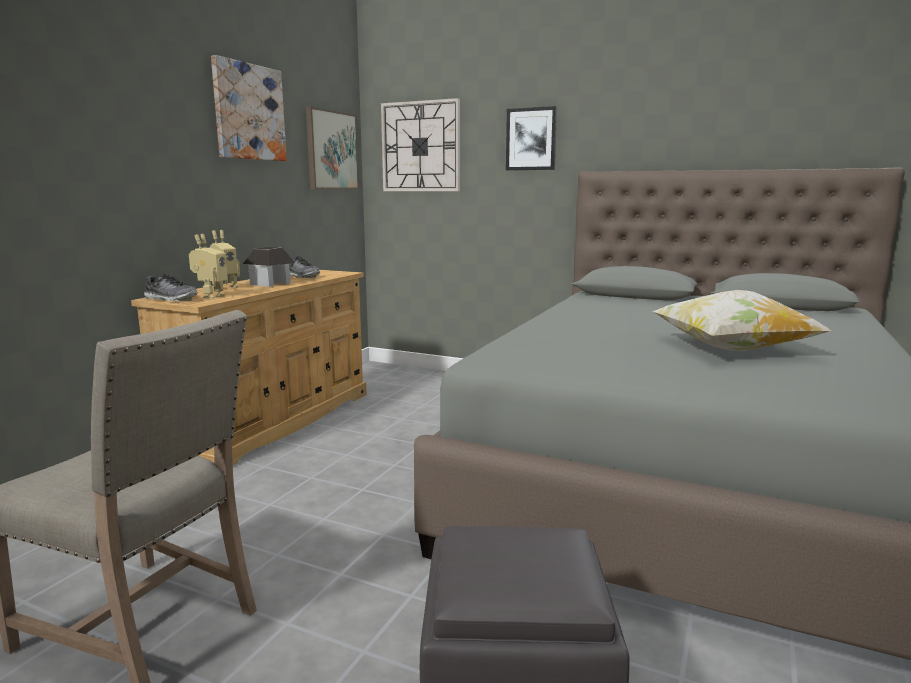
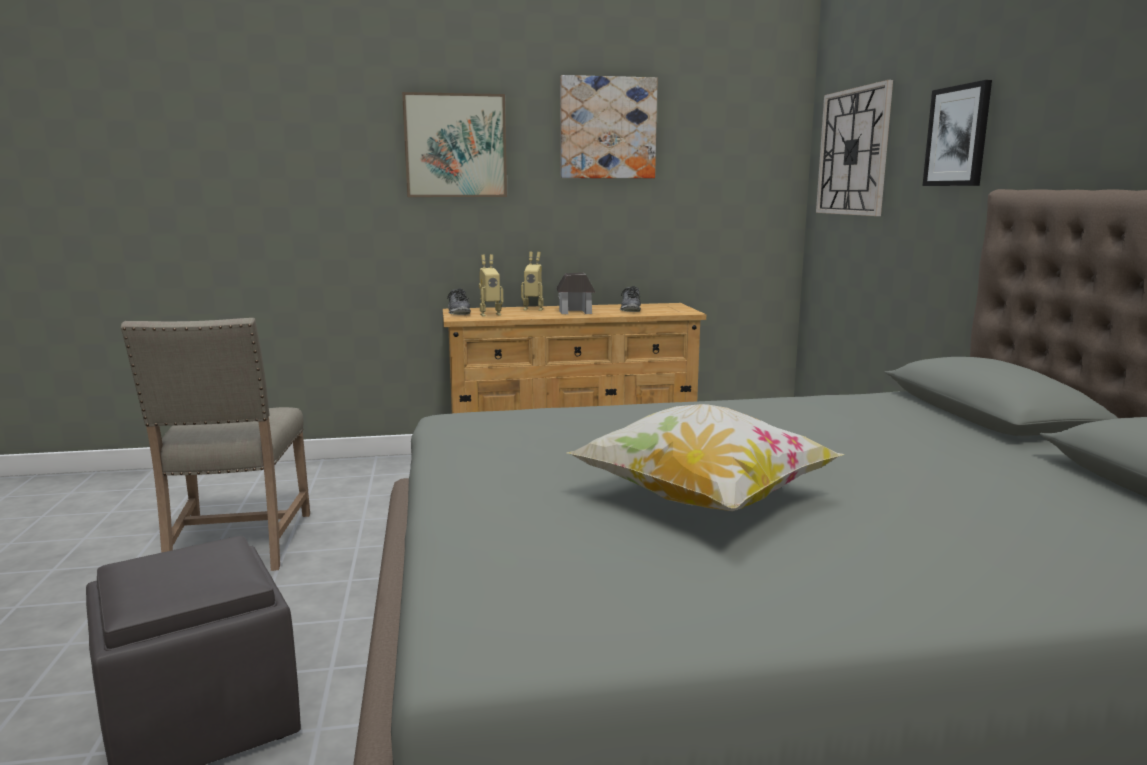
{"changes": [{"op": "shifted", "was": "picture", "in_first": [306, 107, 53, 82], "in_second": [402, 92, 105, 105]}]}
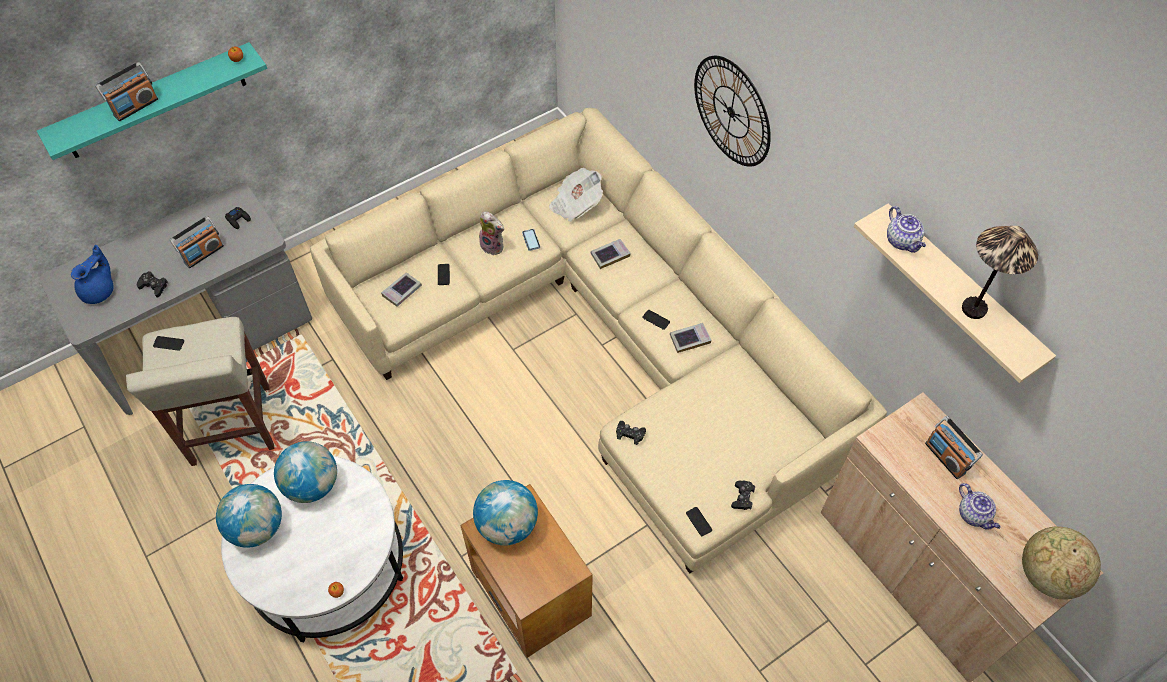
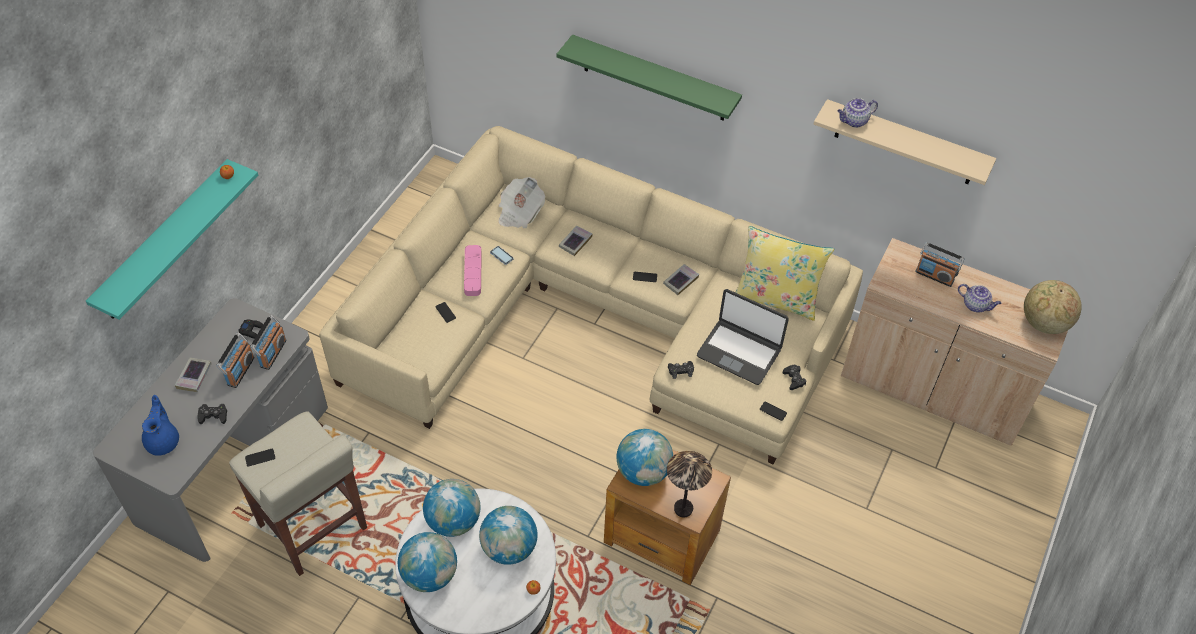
{"changes": [{"op": "shifted", "was": "book", "in_first": [381, 272, 41, 35], "in_second": [174, 358, 38, 34]}, {"op": "shifted", "was": "radio_set", "in_first": [95, 62, 63, 59], "in_second": [250, 315, 36, 55]}, {"op": "swapped", "was": "cuddly_toy", "now": "pink_tray", "in_first": [479, 211, 25, 45], "in_second": [464, 245, 18, 51]}, {"op": "new", "now": "desk_globe", "in_second": [479, 506, 59, 59]}, {"op": "swapped", "was": "wall_clock", "now": "green-coloured_bracket_shelf", "in_first": [694, 56, 77, 111], "in_second": [557, 35, 185, 86]}, {"op": "shifted", "was": "lamp_for_a_table", "in_first": [962, 226, 76, 93], "in_second": [667, 451, 45, 66]}, {"op": "new", "now": "notebook_computer", "in_second": [697, 289, 92, 96]}, {"op": "new", "now": "yellowish_pillow", "in_second": [735, 226, 99, 95]}, {"op": "rotated", "was": "tea_pot", "in_first": [887, 206, 39, 47], "in_second": [837, 98, 41, 30], "clockwise": 120}]}
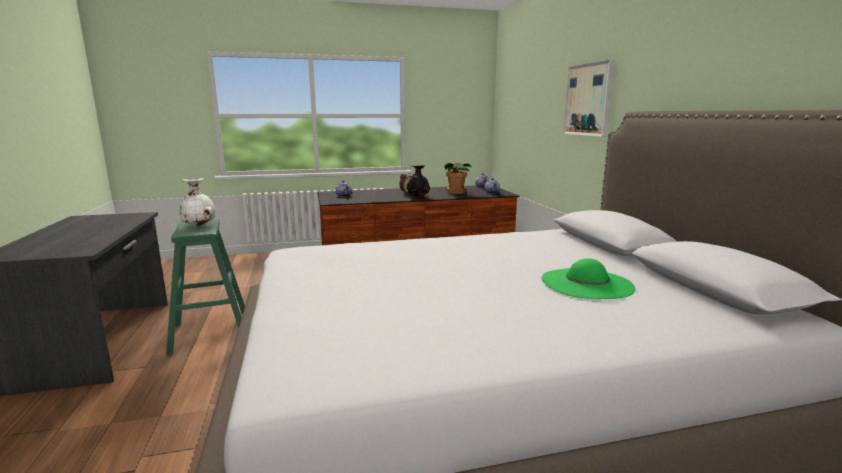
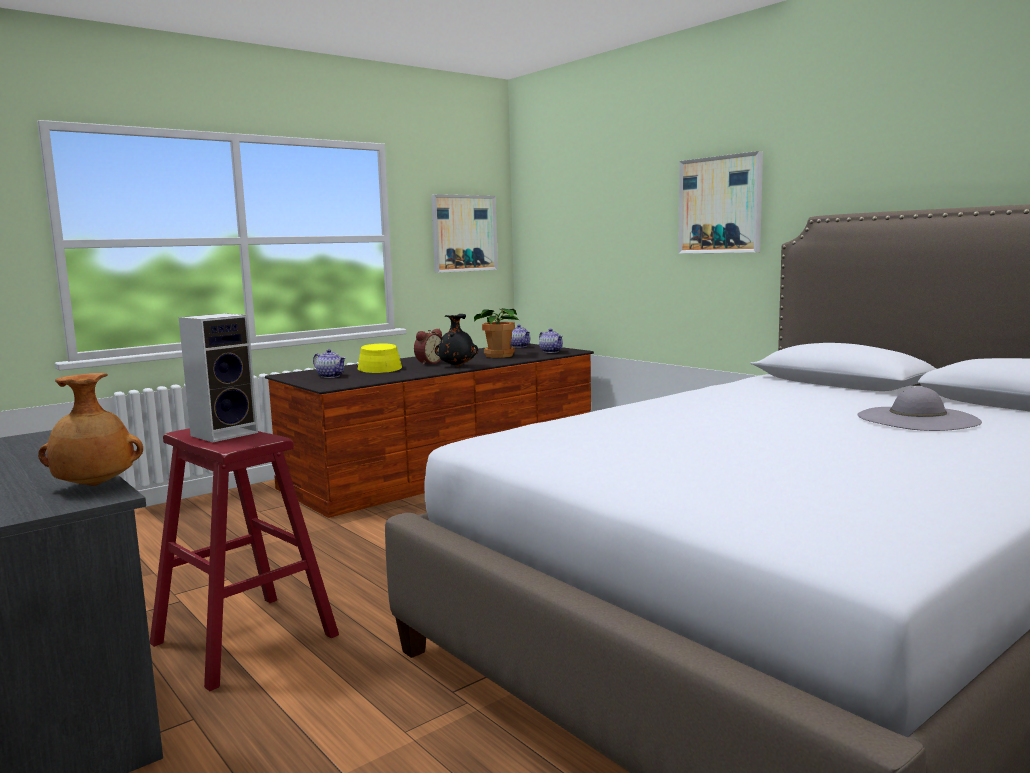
{"changes": [{"op": "new", "now": "brownish_vase", "in_second": [38, 373, 105, 113]}, {"op": "repainted", "was": "green-coloured_sitting_stool", "now": "reddish_sitting_stool", "in_first": [166, 219, 79, 136], "in_second": [150, 428, 189, 263]}, {"op": "swapped", "was": "white-coloured_vase", "now": "loudspeaker", "in_first": [179, 178, 36, 48], "in_second": [179, 313, 79, 129]}, {"op": "new", "now": "yellowish_clothing_hat", "in_second": [357, 343, 45, 30]}, {"op": "new", "now": "picture", "in_second": [431, 194, 67, 79]}, {"op": "repainted", "was": "green-coloured_clothing_hat", "now": "gray_clothing_hat", "in_first": [541, 258, 94, 41], "in_second": [857, 387, 125, 44]}]}
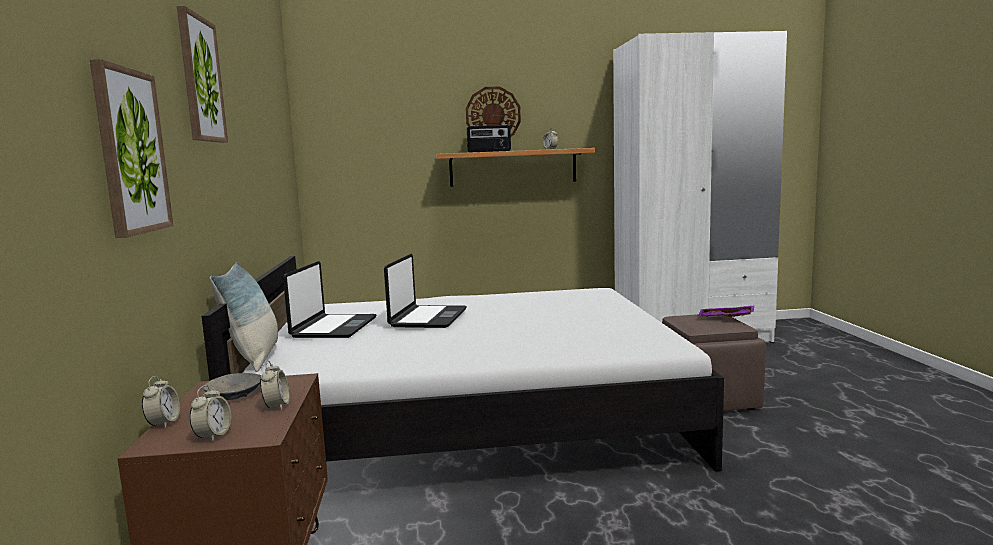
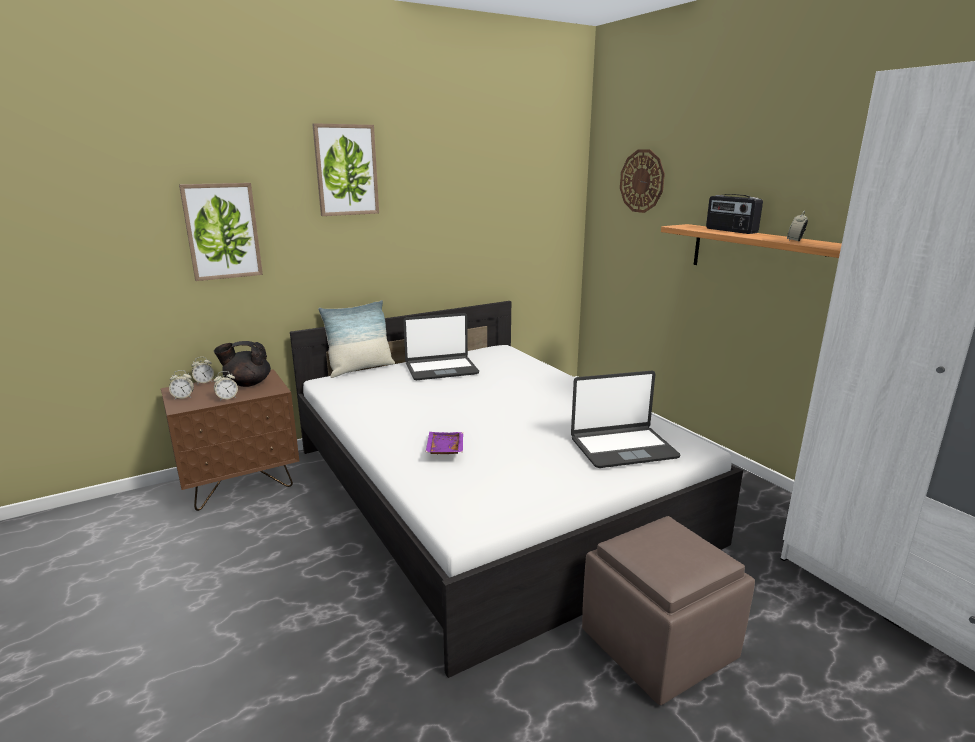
{"changes": [{"op": "swapped", "was": "gray_deep_dish", "now": "black_tea_pot", "in_first": [203, 373, 58, 27], "in_second": [214, 341, 57, 46]}, {"op": "shifted", "was": "purplish_tray", "in_first": [699, 306, 55, 11], "in_second": [426, 432, 37, 23]}, {"op": "shifted", "was": "notebook_computer", "in_first": [384, 254, 83, 74], "in_second": [571, 371, 110, 97]}, {"op": "shifted", "was": "wall_clock", "in_first": [466, 86, 55, 51], "in_second": [620, 149, 45, 64]}]}
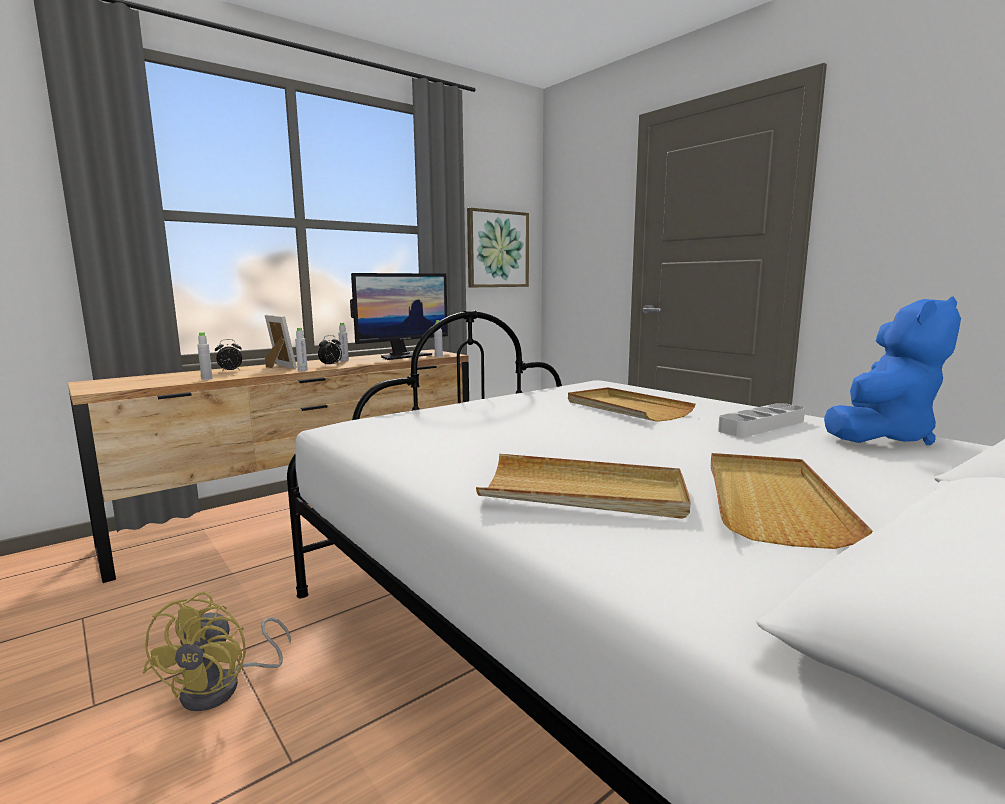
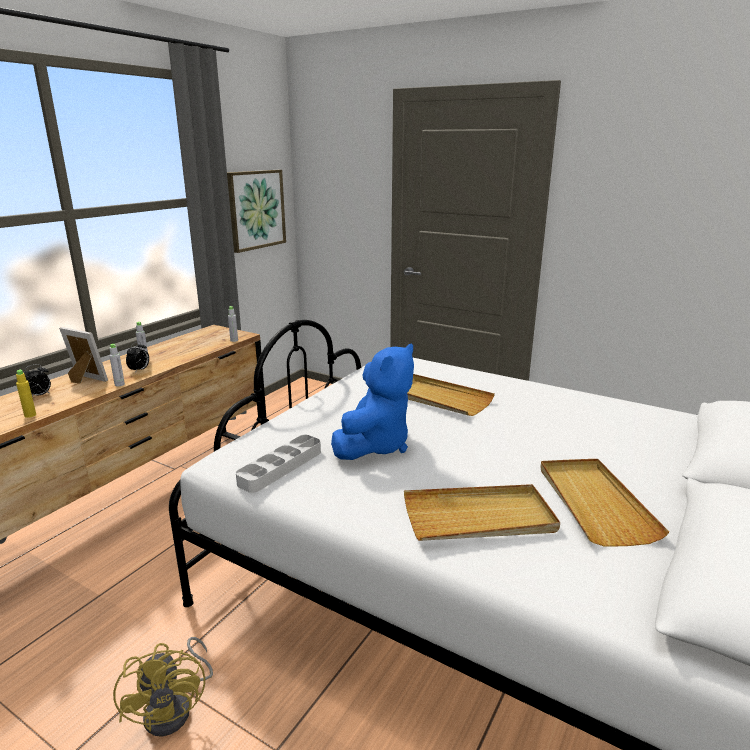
{"changes": [{"op": "repainted", "was": "gray_drink_bottle", "now": "yellowish_drink_bottle", "in_first": [197, 332, 16, 48], "in_second": [16, 369, 20, 49]}, {"op": "shifted", "was": "gray_tray", "in_first": [718, 403, 87, 34], "in_second": [236, 435, 85, 58]}, {"op": "shifted", "was": "blue_cuddly_toy", "in_first": [824, 296, 137, 149], "in_second": [331, 343, 83, 117]}, {"op": "gone", "was": "monitor", "in_first": [350, 273, 98, 87]}]}
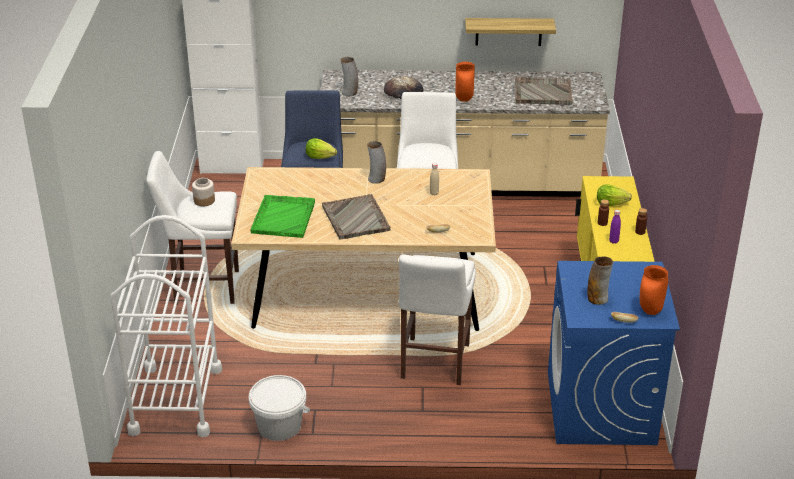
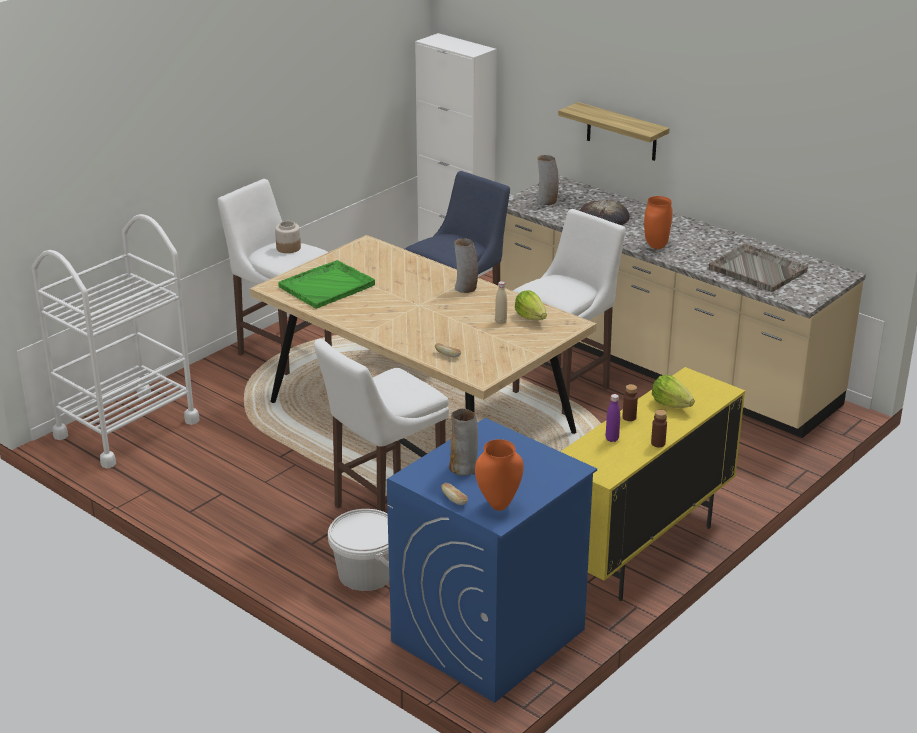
{"changes": [{"op": "shifted", "was": "white-coloured_pail", "in_first": [249, 375, 61, 66], "in_second": [328, 509, 62, 82]}, {"op": "shifted", "was": "lettuce_head", "in_first": [306, 138, 31, 21], "in_second": [515, 290, 32, 30]}, {"op": "shifted", "was": "bracket_shelf", "in_first": [465, 18, 91, 28], "in_second": [558, 102, 112, 59]}, {"op": "gone", "was": "gray_tray", "in_first": [322, 194, 68, 46]}]}
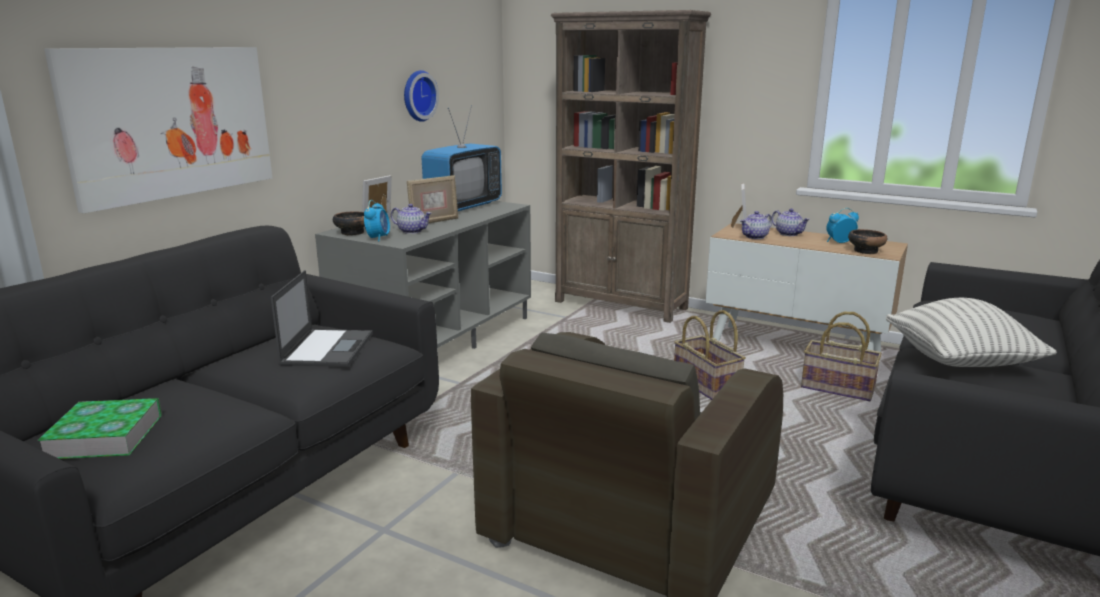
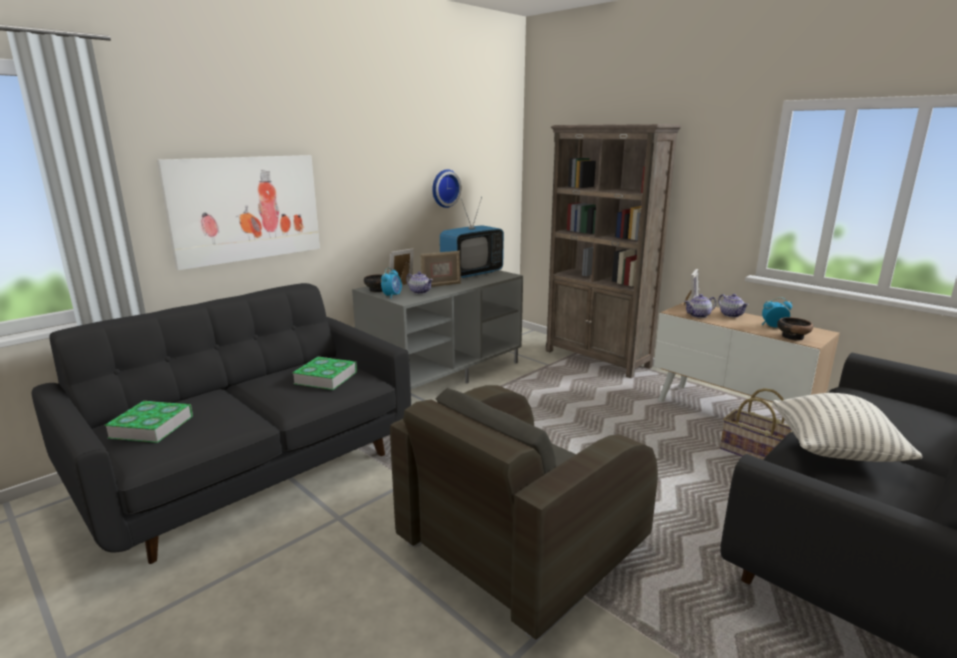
{"changes": [{"op": "swapped", "was": "notebook_computer", "now": "book", "in_first": [271, 270, 102, 97], "in_second": [292, 357, 65, 33]}, {"op": "gone", "was": "household_basket", "in_first": [674, 310, 72, 90]}]}
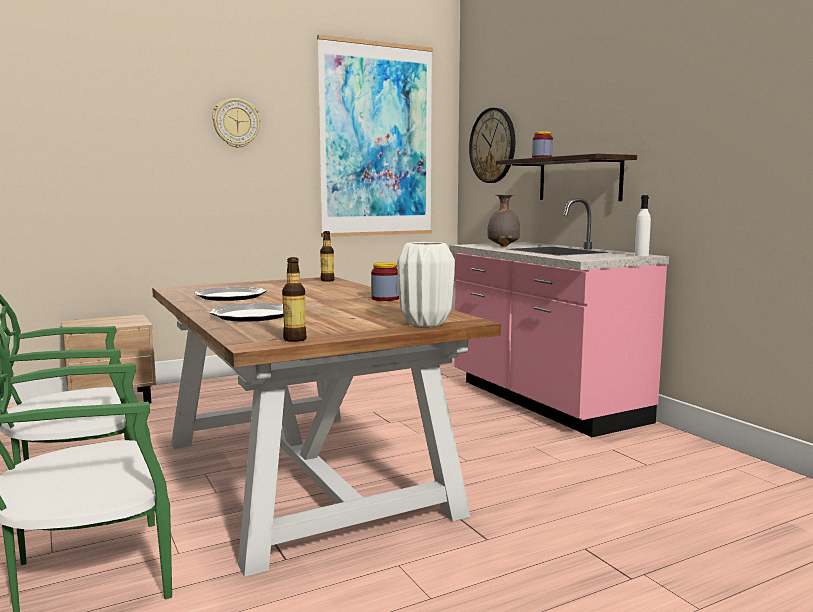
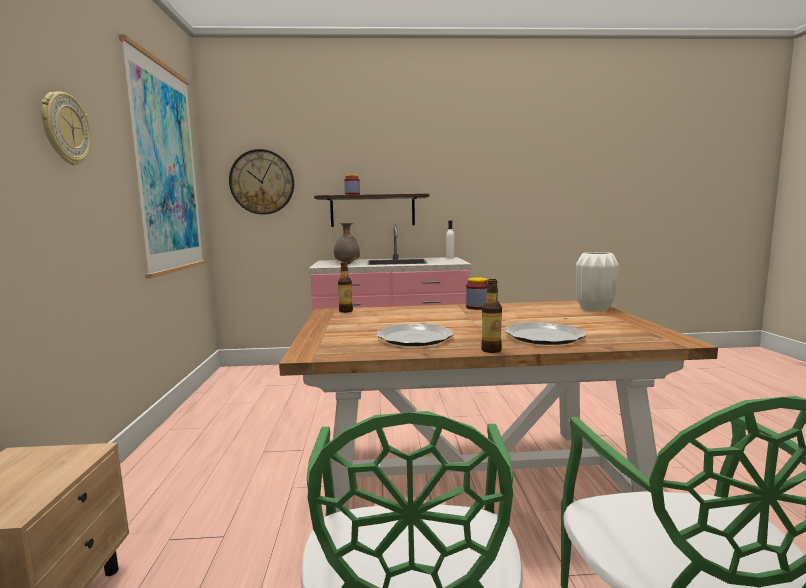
{"changes": [{"op": "shifted", "was": "drink_bottle", "in_first": [282, 257, 25, 85], "in_second": [481, 279, 21, 74]}]}
